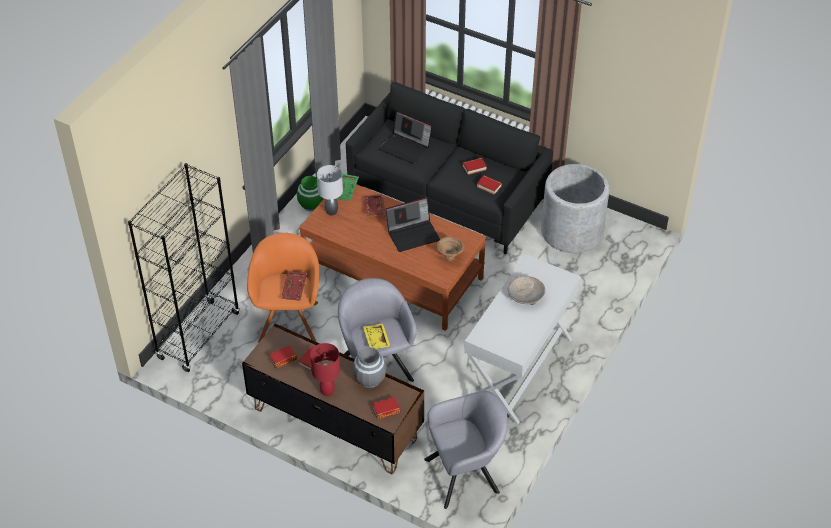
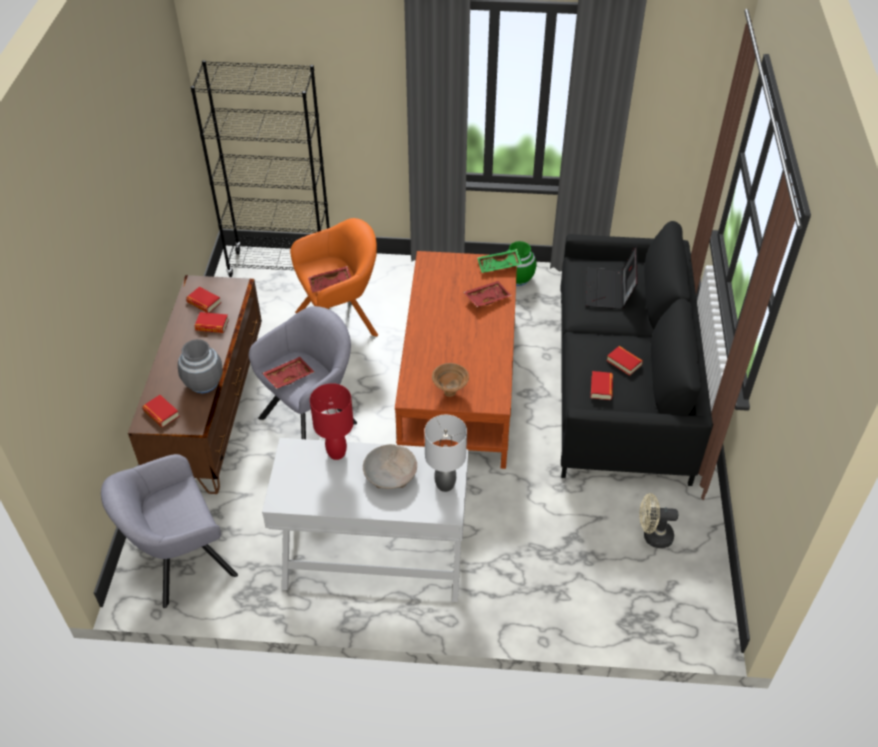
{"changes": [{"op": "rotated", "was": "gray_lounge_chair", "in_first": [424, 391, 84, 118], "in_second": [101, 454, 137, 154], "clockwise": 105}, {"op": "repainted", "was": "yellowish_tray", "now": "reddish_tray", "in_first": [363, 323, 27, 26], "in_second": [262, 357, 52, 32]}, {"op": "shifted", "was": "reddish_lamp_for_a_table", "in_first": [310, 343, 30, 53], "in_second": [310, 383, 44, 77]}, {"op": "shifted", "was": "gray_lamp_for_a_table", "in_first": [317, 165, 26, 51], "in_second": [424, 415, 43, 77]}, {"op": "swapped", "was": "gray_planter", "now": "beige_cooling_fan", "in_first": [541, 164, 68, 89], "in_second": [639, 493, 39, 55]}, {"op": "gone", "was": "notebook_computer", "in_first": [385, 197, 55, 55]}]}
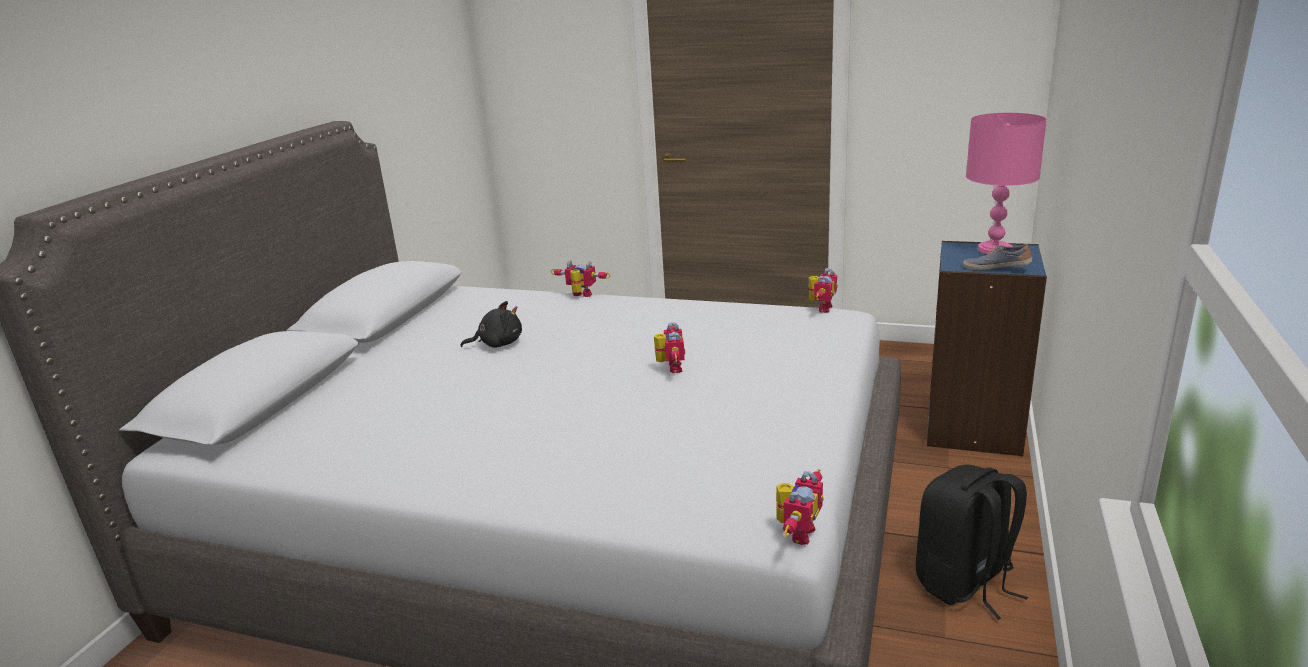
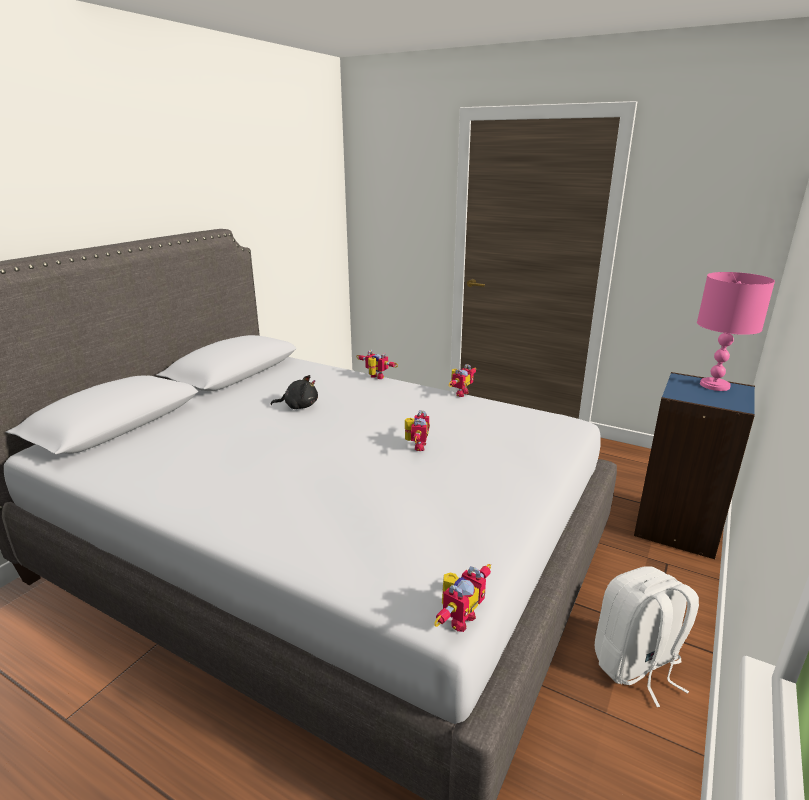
{"changes": [{"op": "shifted", "was": "model_robot", "in_first": [809, 268, 29, 45], "in_second": [449, 364, 27, 33]}, {"op": "repainted", "was": "black_rucksack", "now": "white-coloured_rucksack", "in_first": [916, 464, 112, 156], "in_second": [595, 566, 104, 141]}, {"op": "gone", "was": "low_shoe", "in_first": [963, 244, 69, 26]}]}
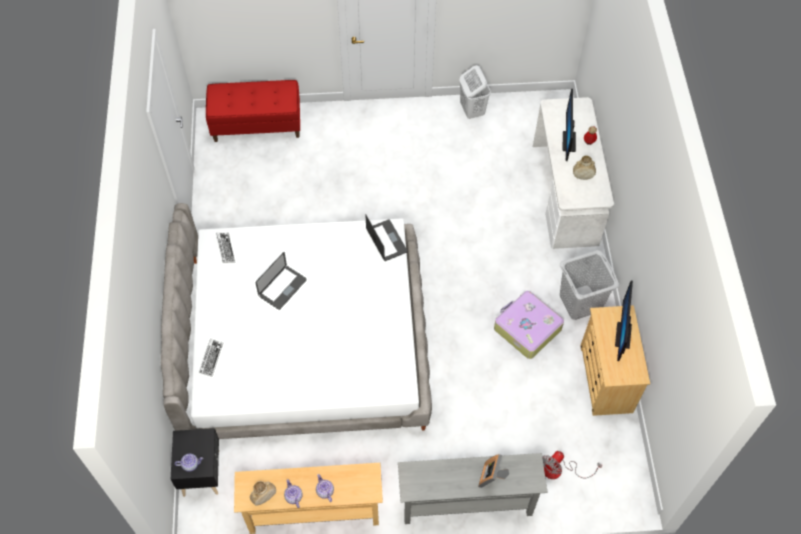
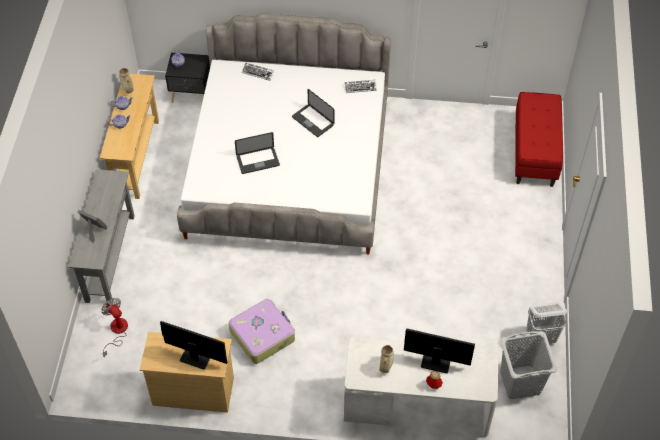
{"changes": [{"op": "shifted", "was": "notebook_computer", "in_first": [366, 215, 41, 46], "in_second": [235, 132, 45, 42]}, {"op": "shifted", "was": "gray_laundry_basket", "in_first": [560, 250, 59, 70], "in_second": [500, 331, 57, 68]}]}
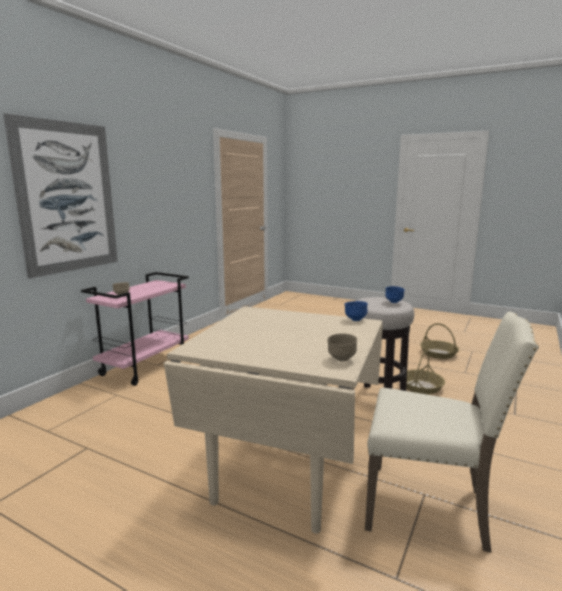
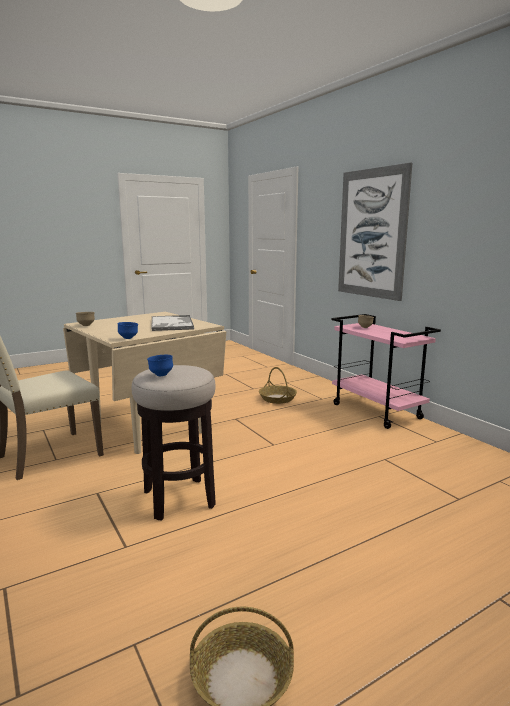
{"changes": [{"op": "new", "now": "tray", "in_second": [151, 315, 43, 16]}, {"op": "shifted", "was": "household_basket", "in_first": [406, 351, 39, 43], "in_second": [259, 367, 38, 37]}]}
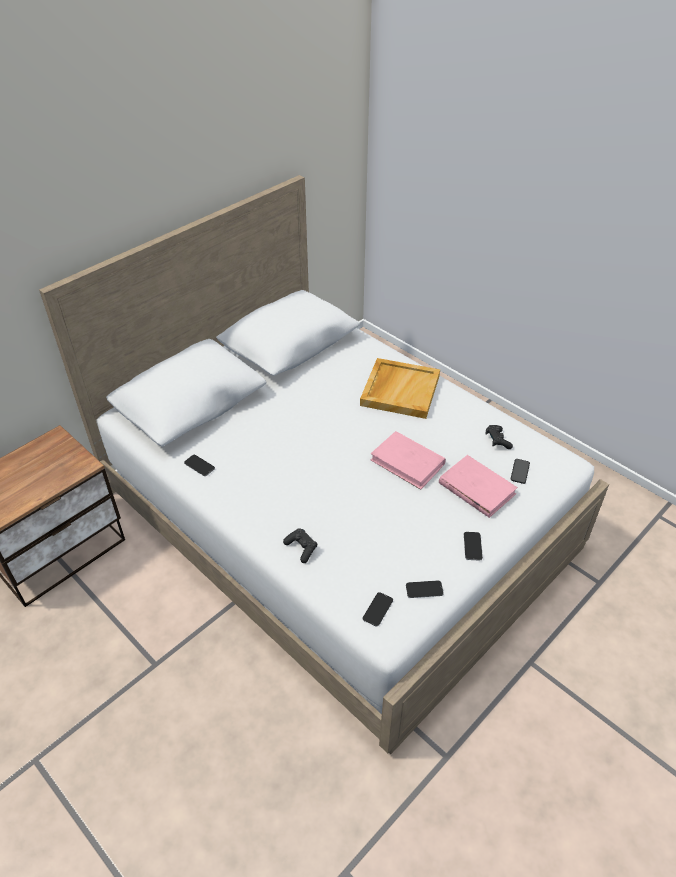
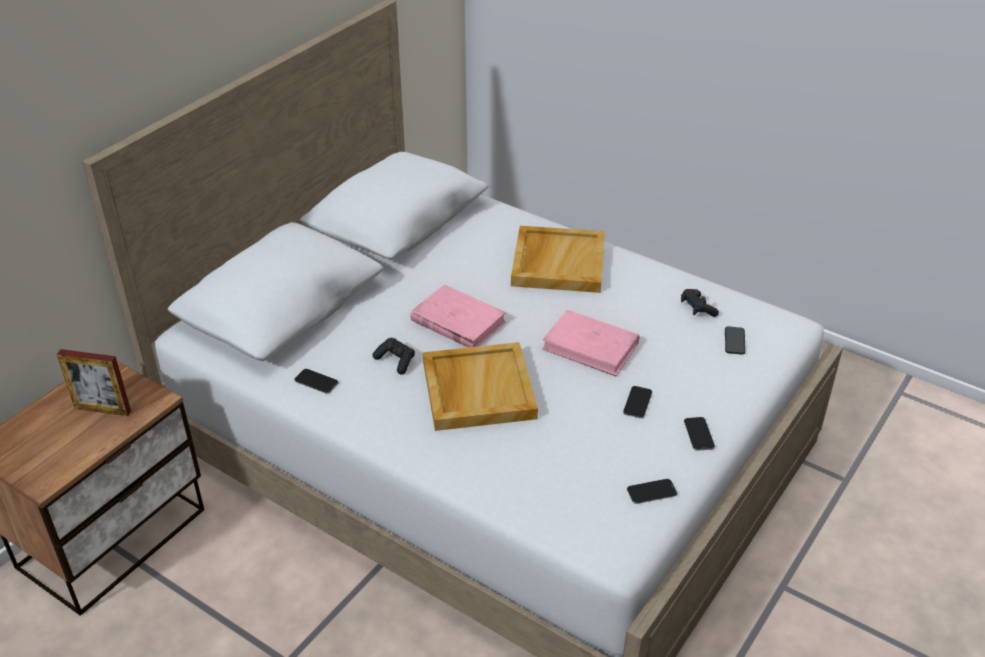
{"changes": [{"op": "new", "now": "photo_frame", "in_second": [57, 349, 74, 67]}, {"op": "shifted", "was": "black_game_controller", "in_first": [283, 528, 34, 35], "in_second": [373, 338, 42, 37]}, {"op": "shifted", "was": "pink_book", "in_first": [439, 455, 79, 63], "in_second": [410, 285, 96, 63]}, {"op": "new", "now": "beige_tray", "in_second": [423, 342, 115, 89]}, {"op": "shifted", "was": "phone", "in_first": [363, 592, 30, 35], "in_second": [623, 386, 29, 32]}]}
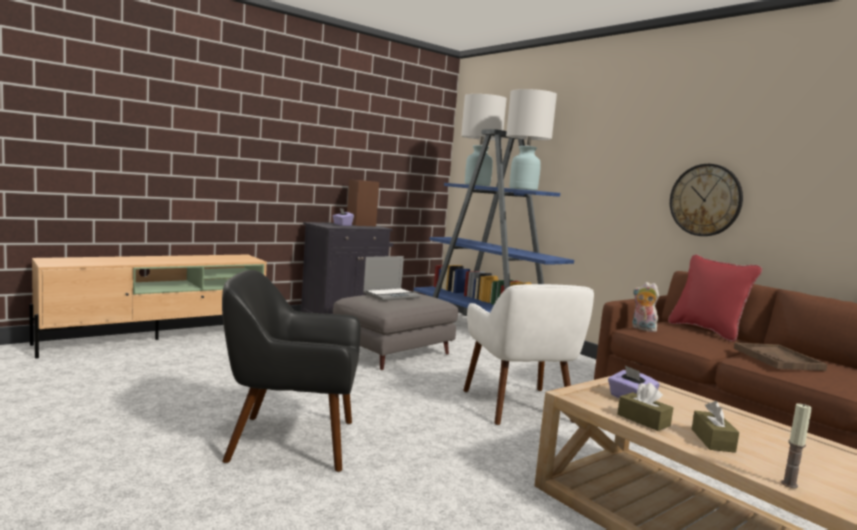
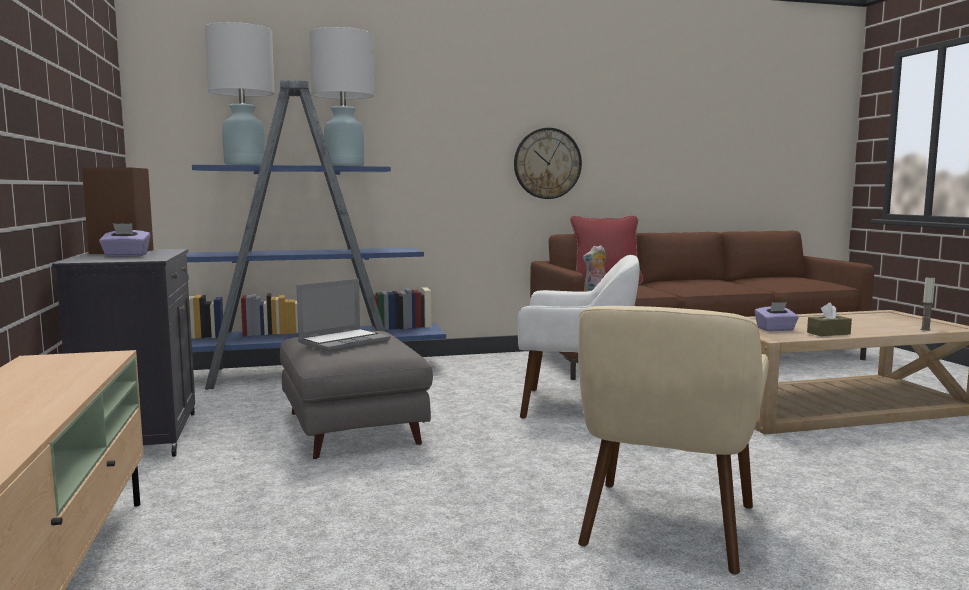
{"changes": [{"op": "rotated", "was": "notebook_computer", "in_first": [363, 256, 58, 45], "in_second": [297, 279, 93, 73], "clockwise": 60}, {"op": "repainted", "was": "black_lounge_chair", "now": "beige_lounge_chair", "in_first": [222, 270, 139, 202], "in_second": [578, 306, 191, 269]}, {"op": "gone", "was": "brownish_box_of_tissues", "in_first": [692, 401, 47, 52]}, {"op": "gone", "was": "brownish_tray", "in_first": [734, 343, 93, 28]}]}
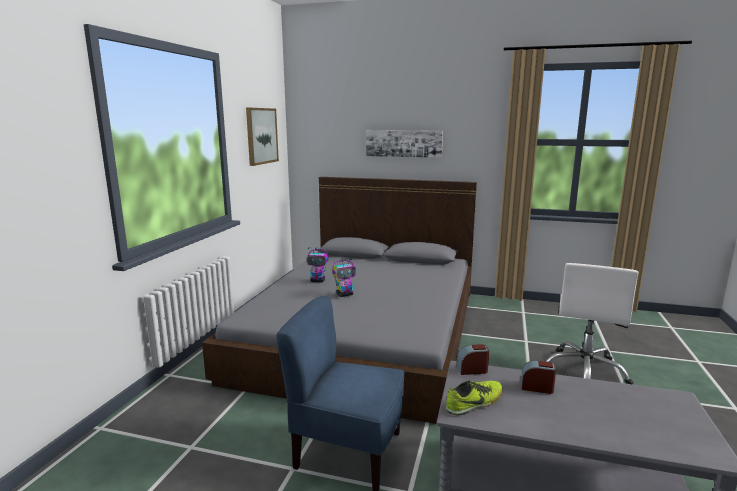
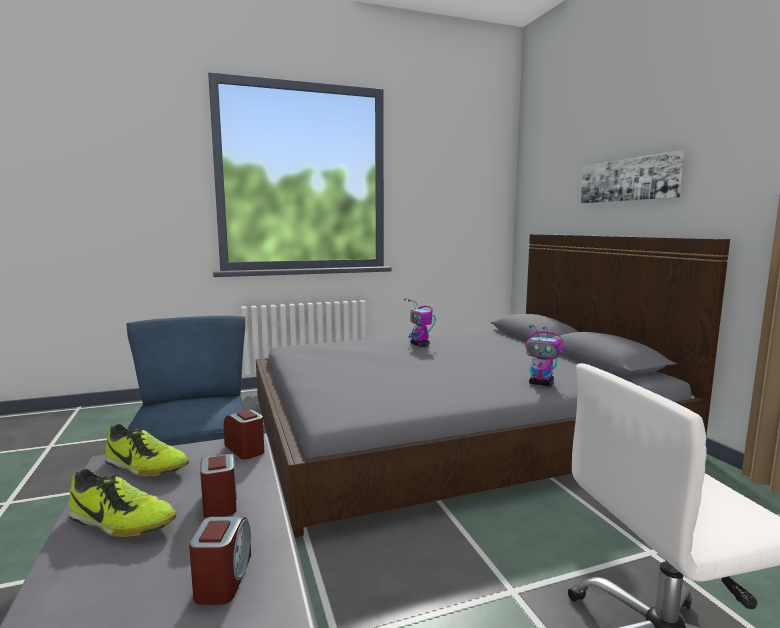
{"changes": [{"op": "new", "now": "low_shoe", "in_second": [69, 469, 107, 68]}, {"op": "new", "now": "alarm_clock", "in_second": [189, 517, 62, 88]}, {"op": "shifted", "was": "model_robot", "in_first": [333, 258, 23, 39], "in_second": [526, 325, 37, 62]}, {"op": "gone", "was": "picture", "in_first": [246, 108, 33, 58]}]}
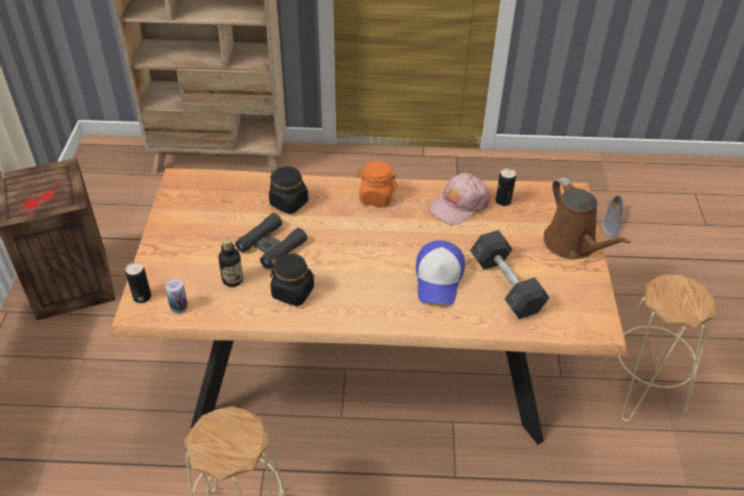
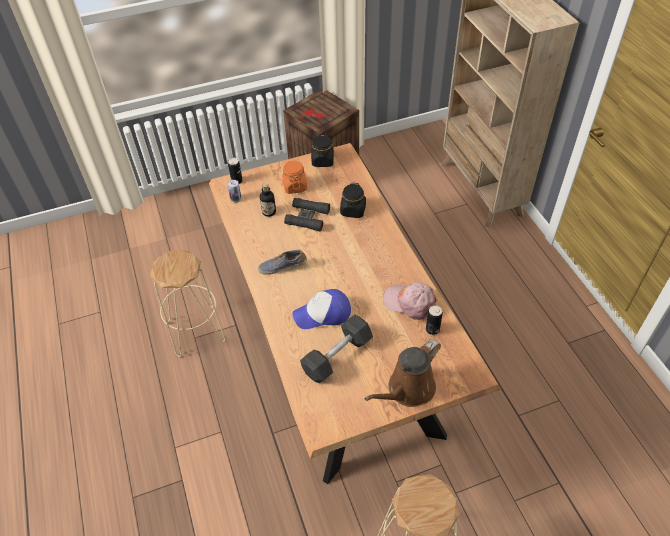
{"changes": [{"op": "shifted", "was": "low_shoe", "in_first": [602, 195, 21, 43], "in_second": [258, 250, 49, 25]}, {"op": "shifted", "was": "orange_jar", "in_first": [356, 161, 42, 46], "in_second": [282, 161, 25, 33]}, {"op": "shifted", "was": "black_jar", "in_first": [270, 254, 44, 52], "in_second": [311, 134, 23, 33]}]}
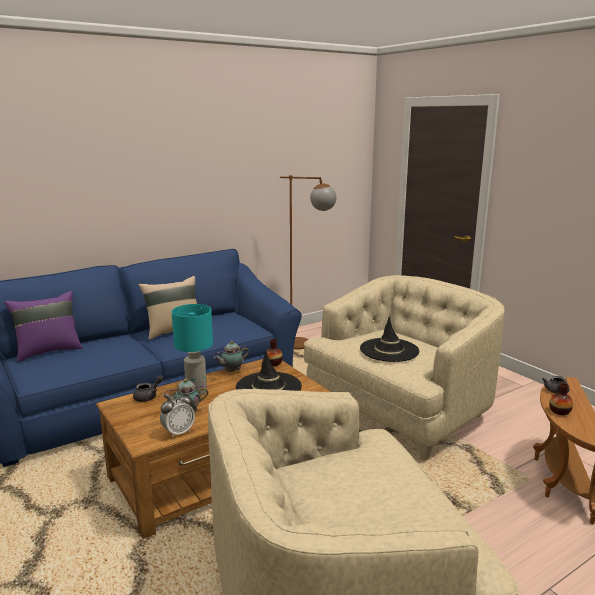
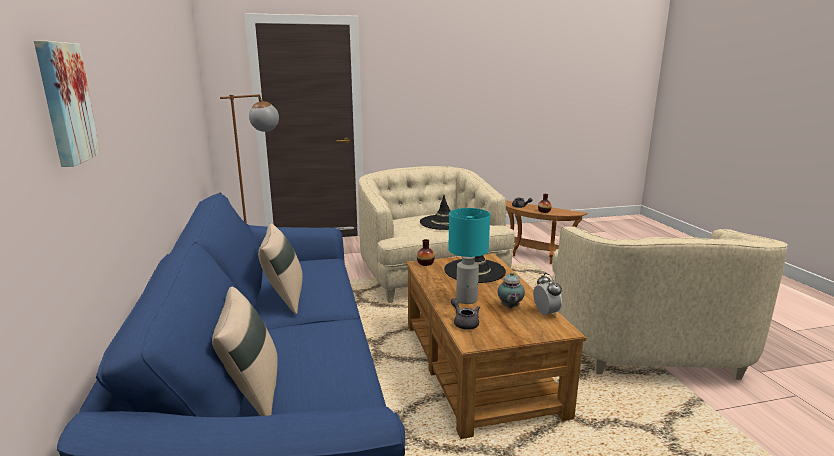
{"changes": [{"op": "new", "now": "picture", "in_second": [34, 41, 67, 126]}, {"op": "repainted", "was": "purplish_pillow", "now": "beige_pillow", "in_first": [4, 291, 78, 71], "in_second": [212, 287, 66, 129]}, {"op": "gone", "was": "tea_pot", "in_first": [214, 341, 35, 31]}]}
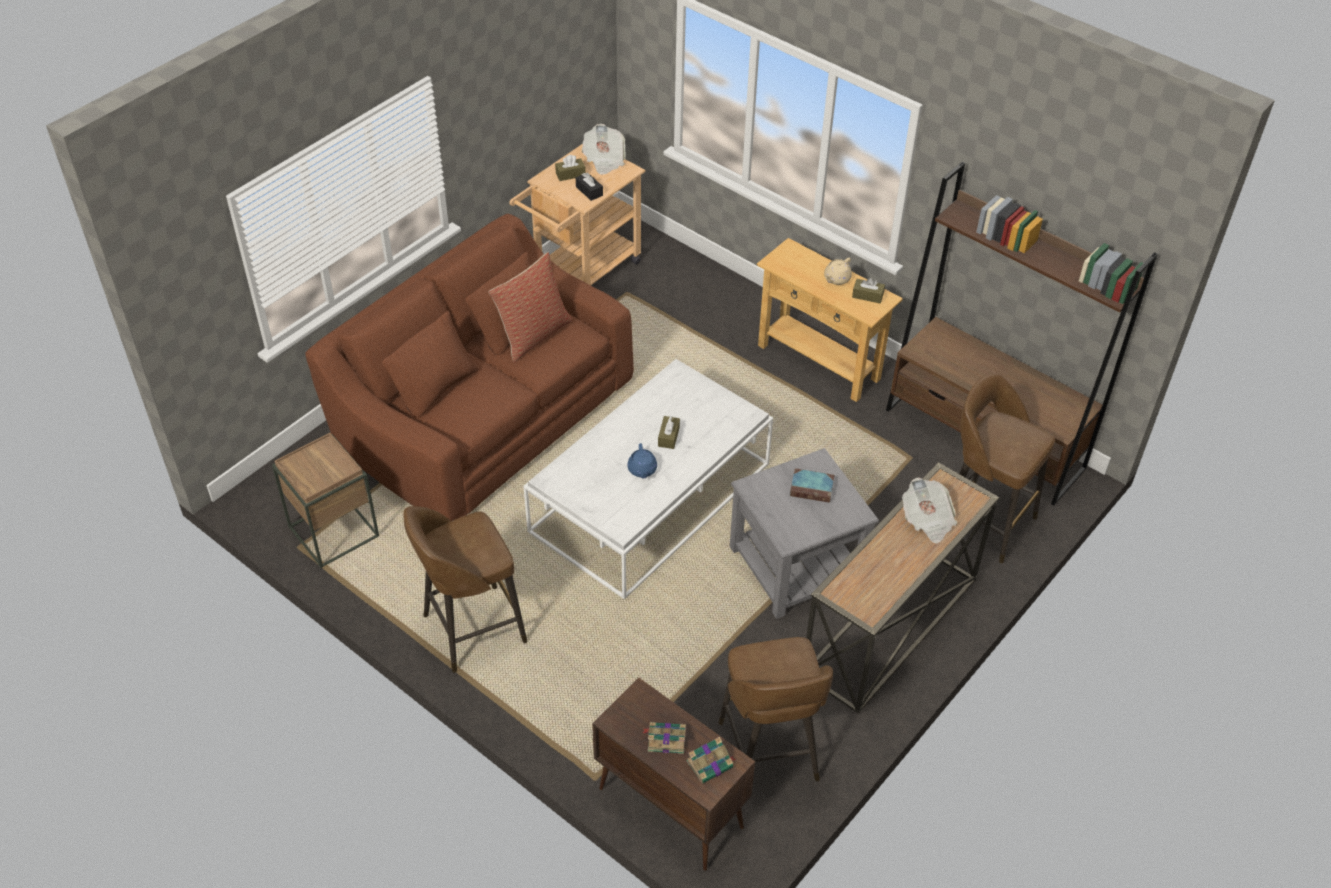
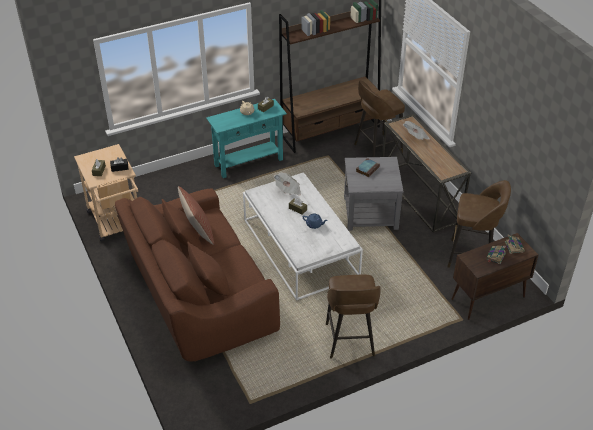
{"changes": [{"op": "repainted", "was": "beige_narrow_table", "now": "turquoise_narrow_table", "in_first": [757, 238, 146, 164], "in_second": [206, 99, 81, 79]}, {"op": "shifted", "was": "daily_paper", "in_first": [582, 124, 44, 51], "in_second": [274, 172, 27, 24]}, {"op": "gone", "was": "brownish_side_table", "in_first": [272, 433, 107, 135]}]}
